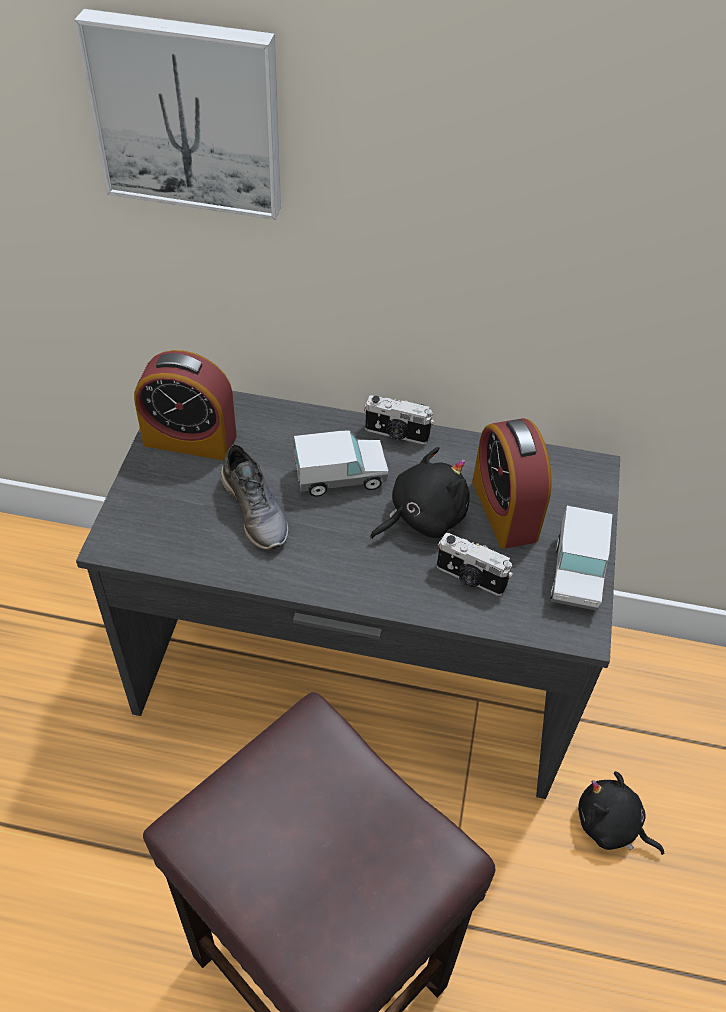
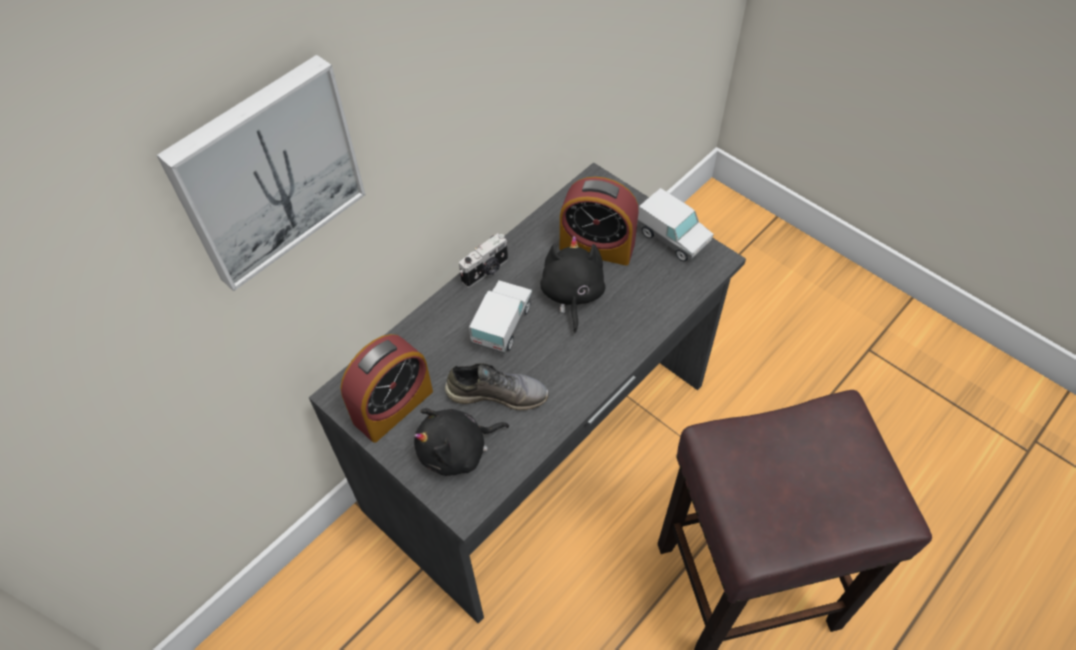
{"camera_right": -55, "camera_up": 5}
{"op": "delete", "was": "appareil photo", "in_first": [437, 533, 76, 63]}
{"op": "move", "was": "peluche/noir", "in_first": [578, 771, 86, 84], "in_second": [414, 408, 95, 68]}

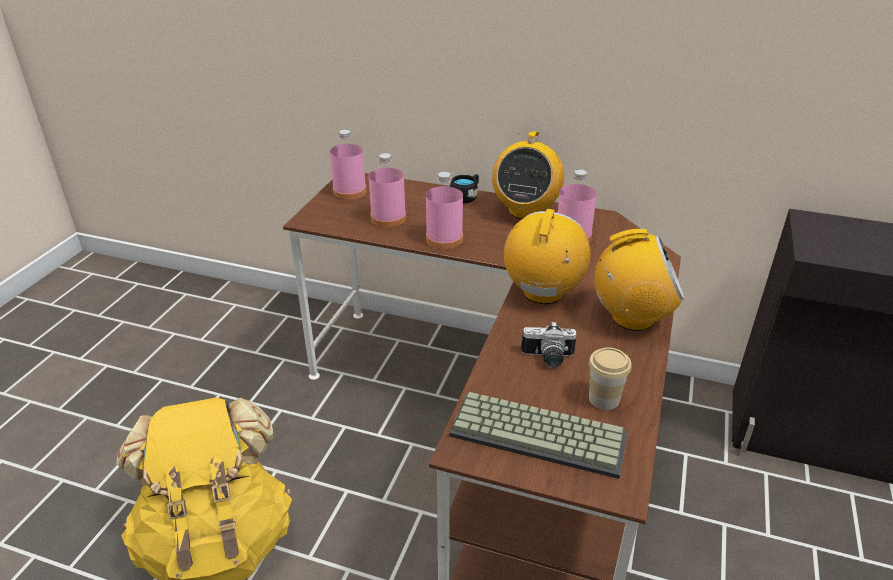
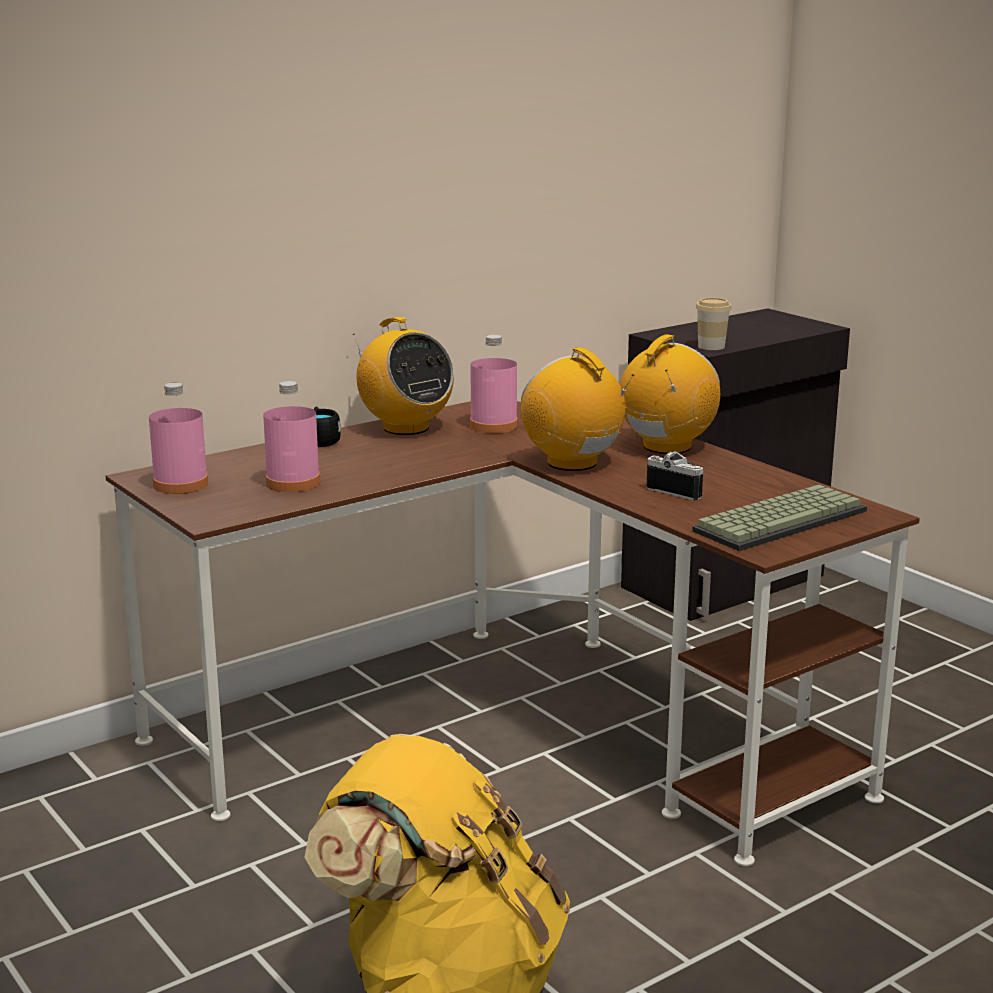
{"camera_right": -55, "camera_up": -15}
{"op": "delete", "was": "bouteille/rose", "in_first": [426, 172, 37, 77]}
{"op": "rotate", "was": "appareil photo", "in_first": [521, 322, 55, 46], "in_second": [647, 451, 57, 49], "clockwise": -90}
{"op": "move", "was": "tasse", "in_first": [589, 348, 42, 62], "in_second": [696, 298, 35, 52]}

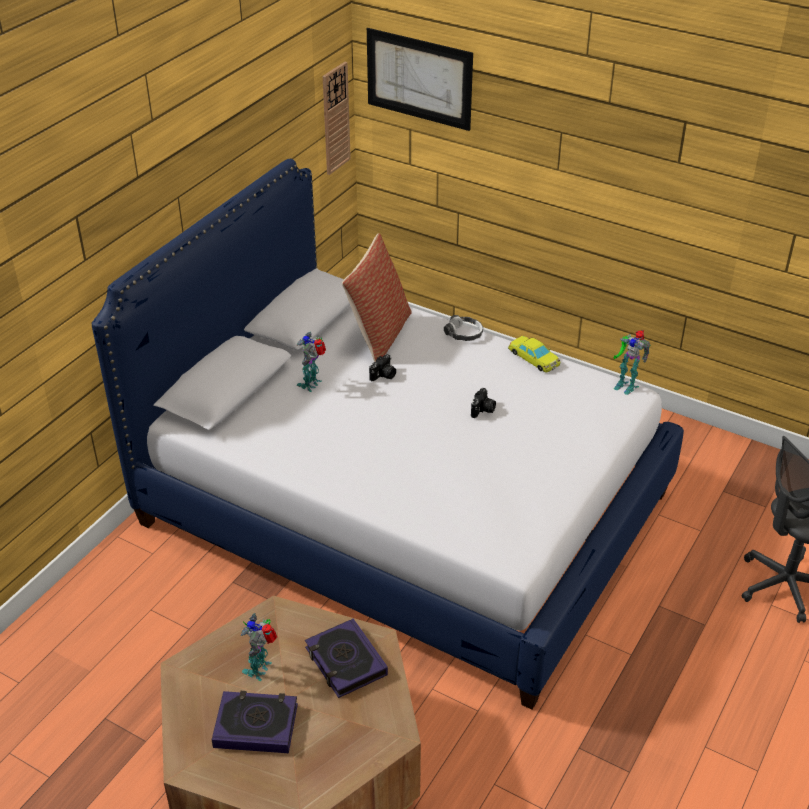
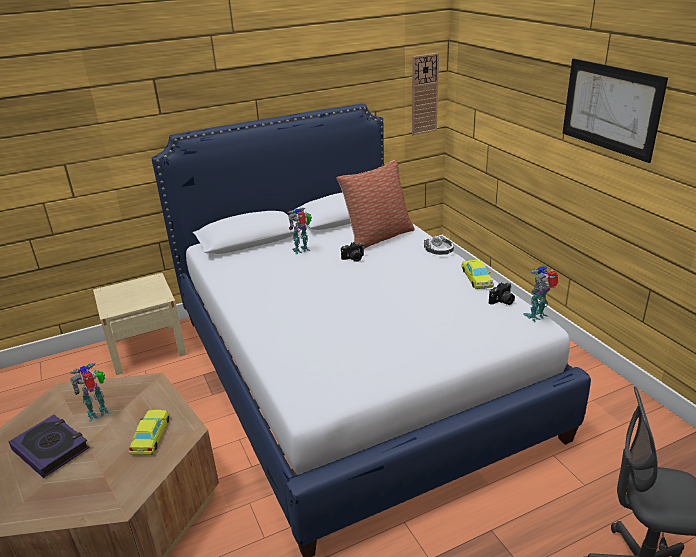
{"camera_right": 35, "camera_up": -10}
{"op": "move", "was": "tableau", "in_first": [367, 28, 106, 103], "in_second": [563, 58, 105, 105]}
{"op": "rotate", "was": "robot jouet", "in_first": [613, 330, 38, 65], "in_second": [523, 265, 35, 57], "clockwise": 75}
{"op": "move", "was": "appareil photo", "in_first": [471, 388, 25, 30], "in_second": [489, 283, 26, 22]}
{"op": "replace", "was": "livre", "now": "petite voiture/jaune", "in_first": [305, 619, 83, 79], "in_second": [129, 410, 41, 45]}
{"op": "insert", "now": "table de chevet/beige", "in_second": [93, 273, 94, 102]}

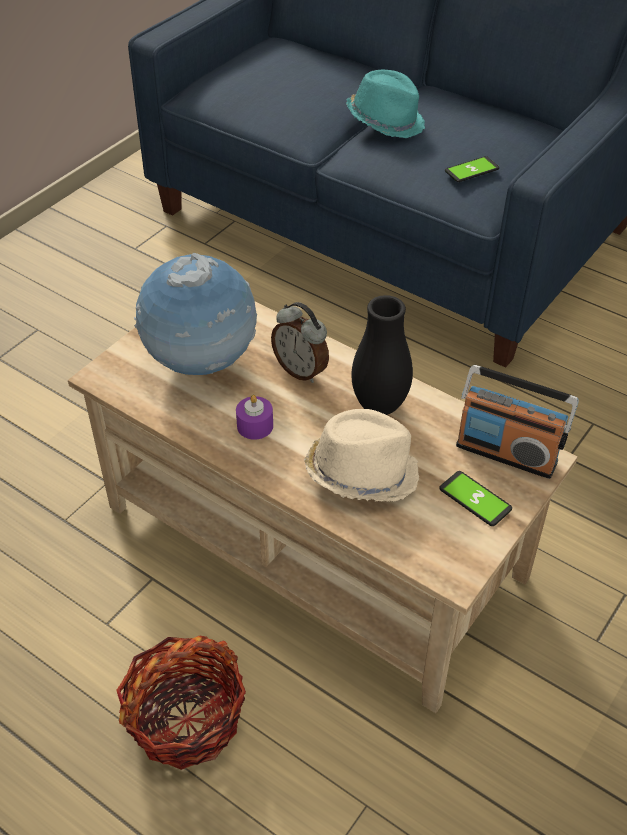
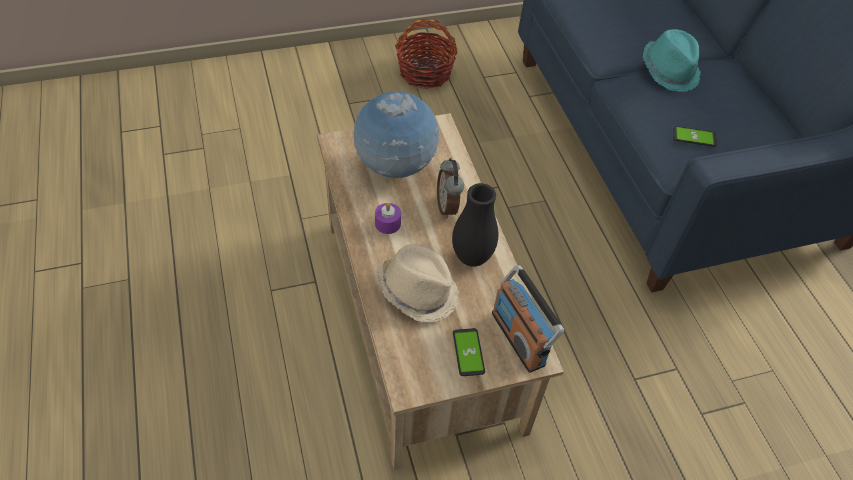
{"camera_right": 35, "camera_up": 5}
{"op": "move", "was": "panier", "in_first": [116, 636, 130, 134], "in_second": [395, 19, 63, 70]}

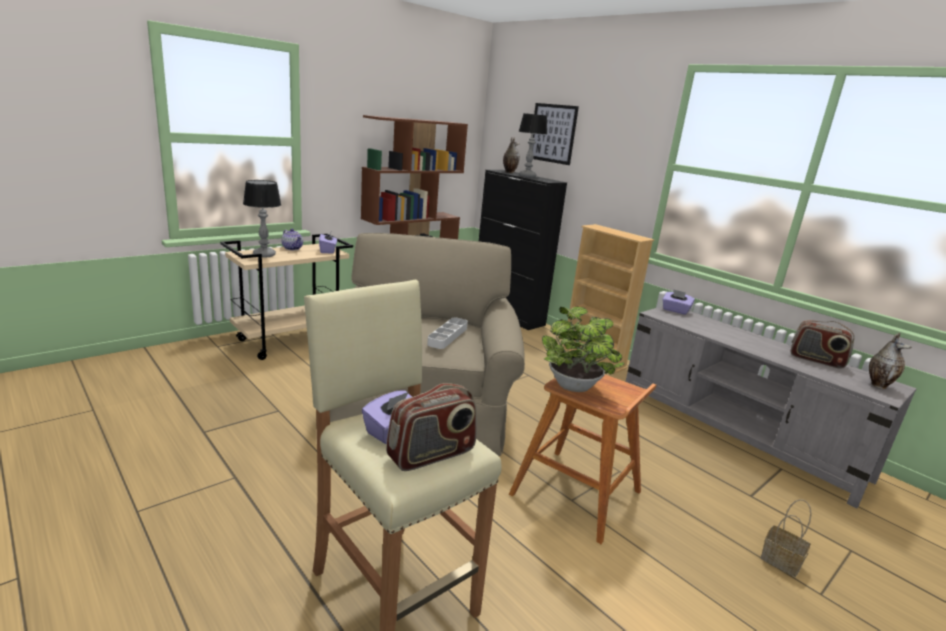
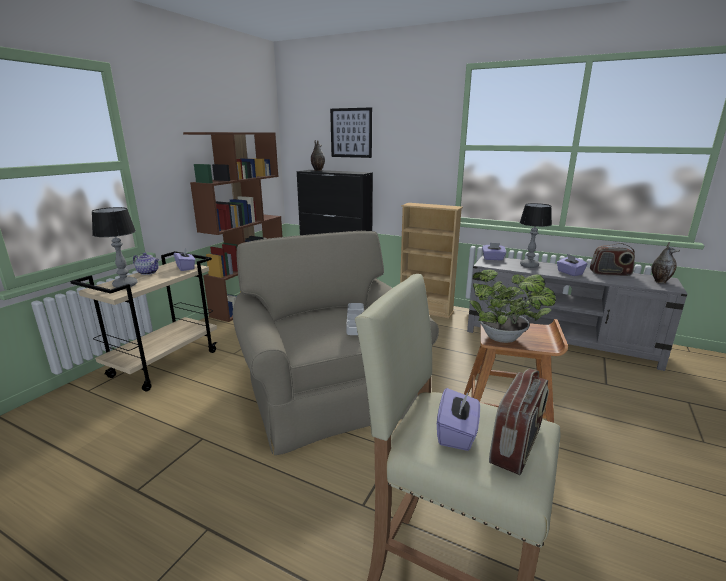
{"camera_right": -20, "camera_up": 0}
{"op": "move", "was": "lampe de table", "in_first": [518, 113, 29, 64], "in_second": [519, 203, 33, 65]}
{"op": "delete", "was": "panier", "in_first": [760, 499, 52, 78]}
{"op": "insert", "now": "boîte à mouchoirs/violet", "in_second": [557, 254, 30, 22]}

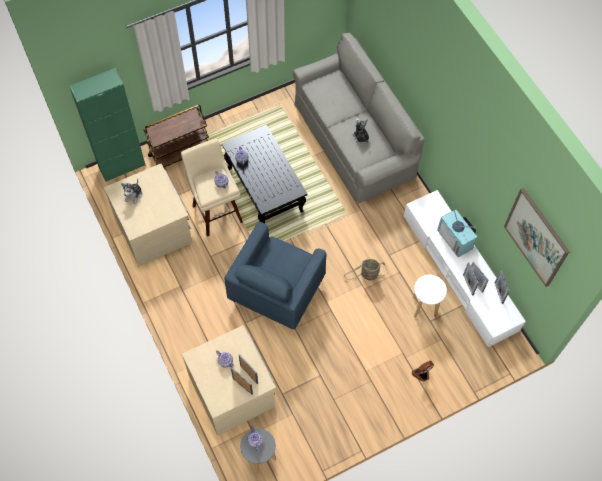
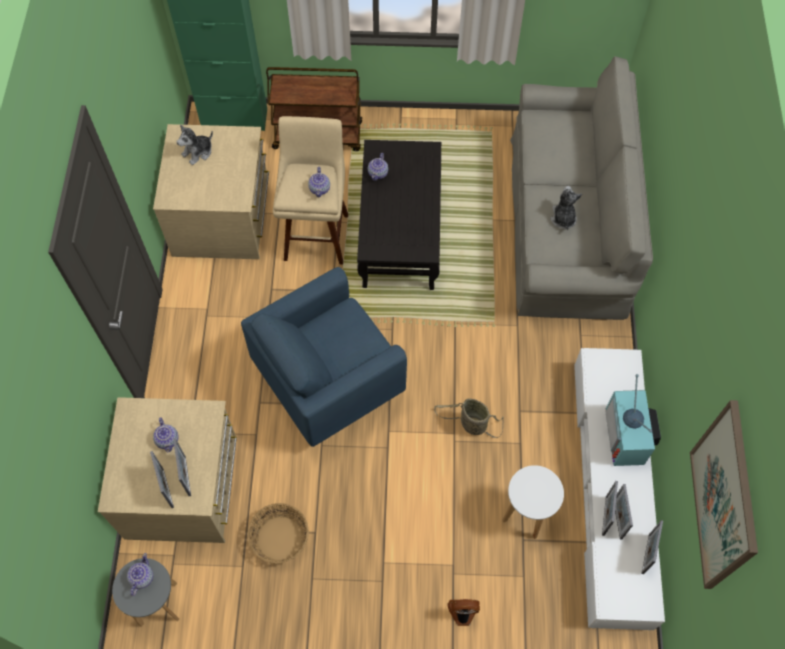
{"camera_right": 30, "camera_up": 0}
{"op": "insert", "now": "panier", "in_second": [247, 503, 62, 61]}

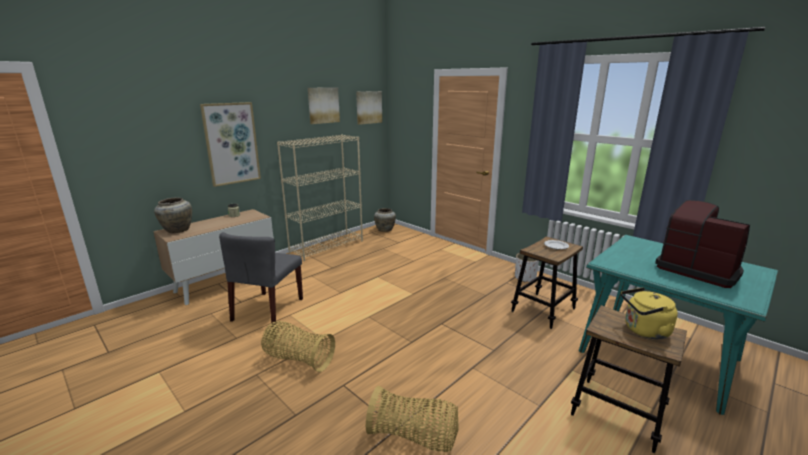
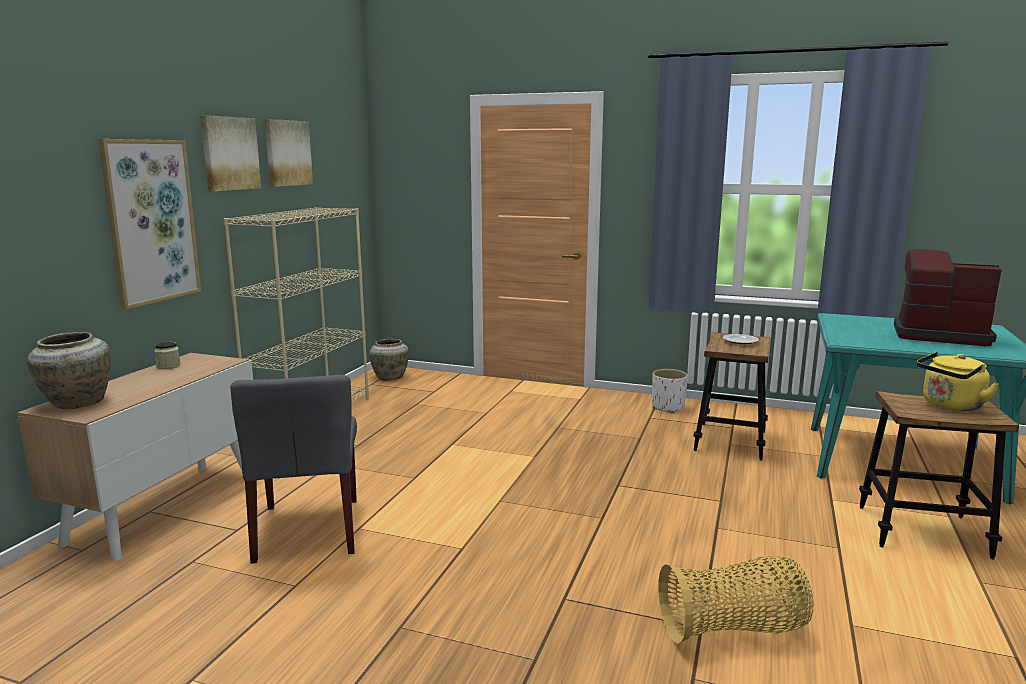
{"camera_right": -25, "camera_up": -5}
{"op": "move", "was": "tableau", "in_first": [356, 91, 26, 34], "in_second": [200, 115, 61, 76]}
{"op": "delete", "was": "panier", "in_first": [261, 321, 74, 51]}

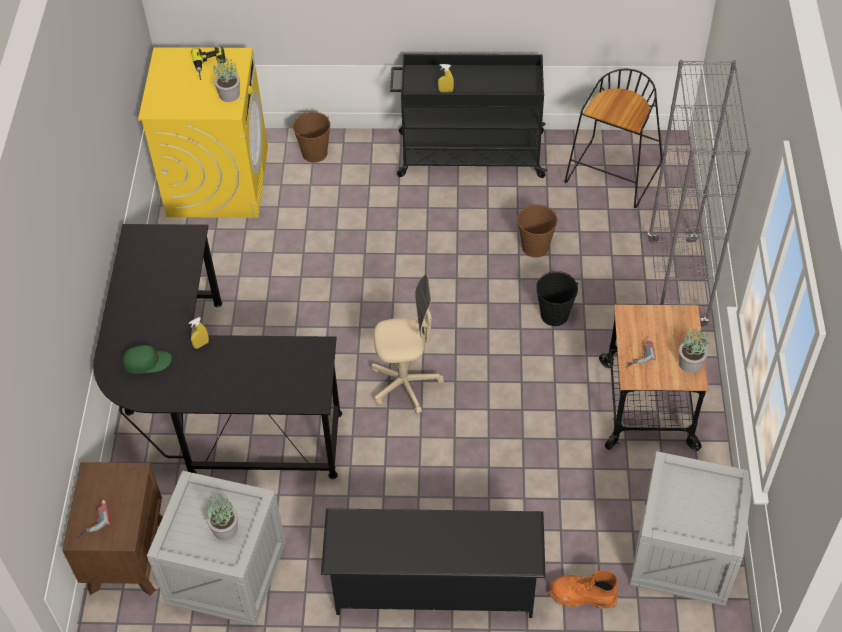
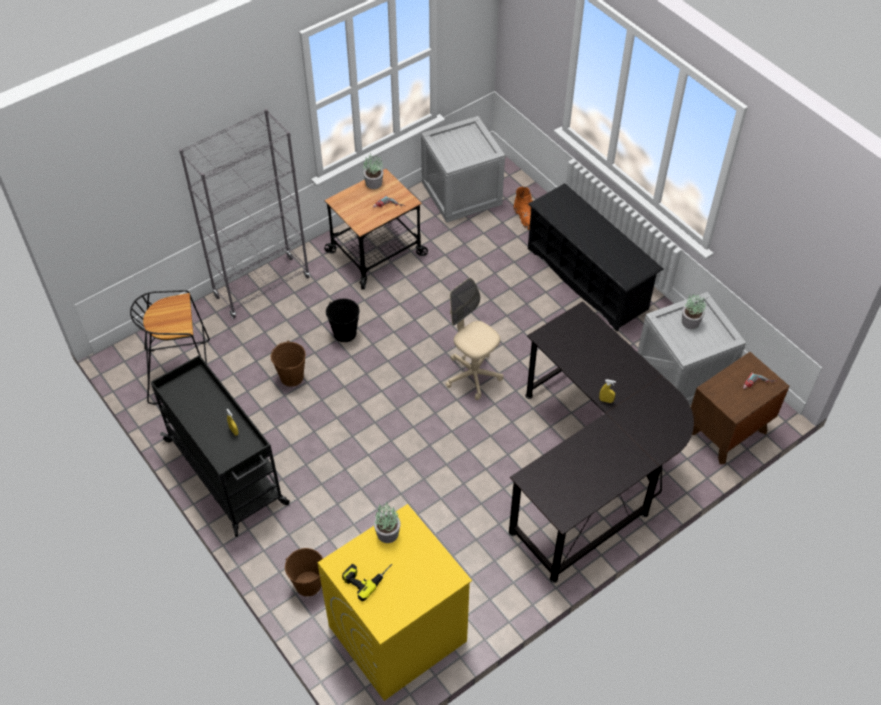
{"camera_right": -130, "camera_up": 0}
{"op": "delete", "was": "casquette/vert", "in_first": [123, 345, 49, 29]}

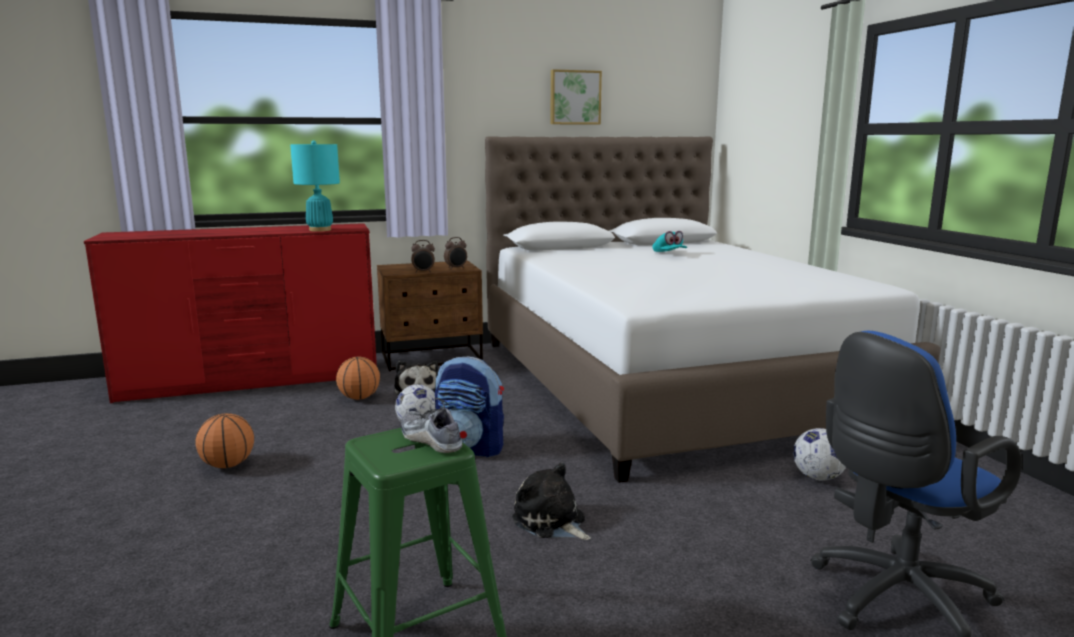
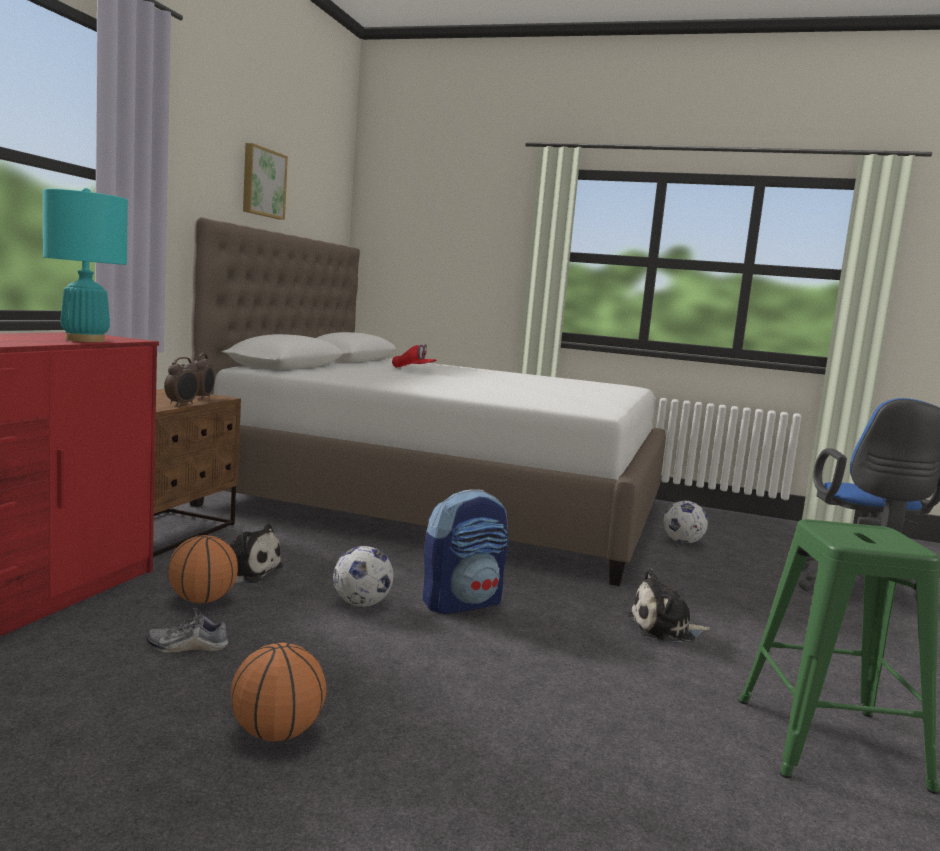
{"camera_right": -55, "camera_up": -5}
{"op": "recolor", "was": "casquette/turquoise", "now": "casquette/rouge", "in_first": [653, 231, 34, 21], "in_second": [392, 344, 44, 24]}
{"op": "move", "was": "chaussure", "in_first": [401, 398, 61, 55], "in_second": [146, 608, 82, 45]}

